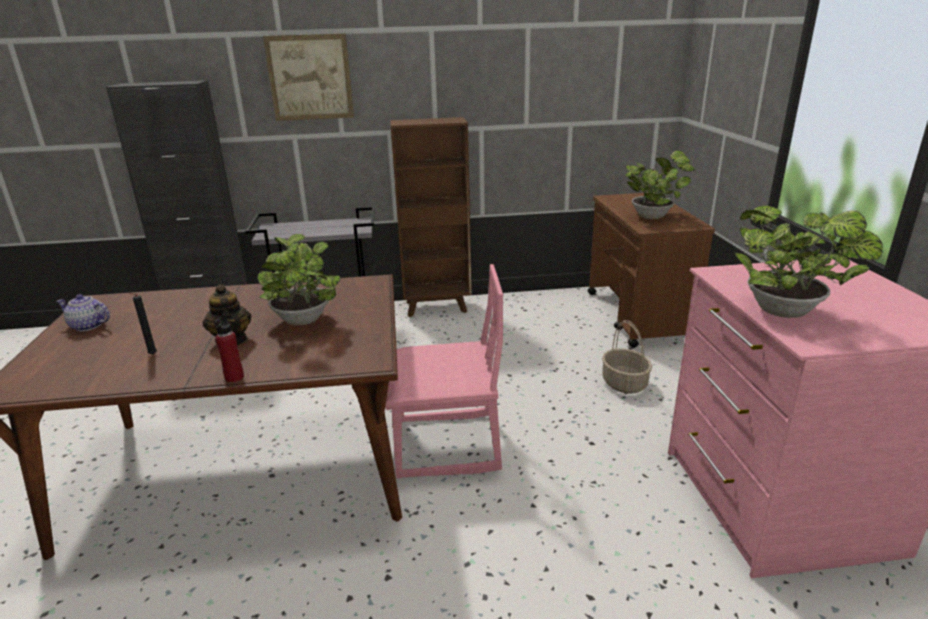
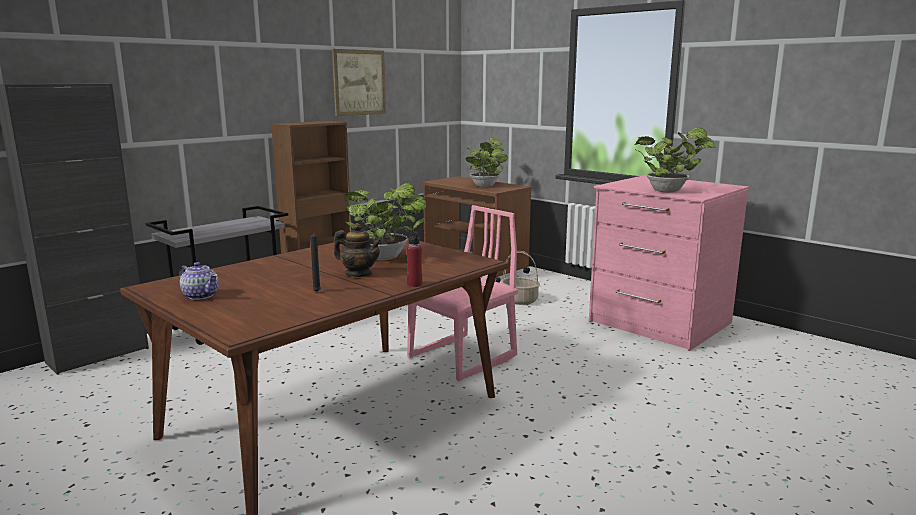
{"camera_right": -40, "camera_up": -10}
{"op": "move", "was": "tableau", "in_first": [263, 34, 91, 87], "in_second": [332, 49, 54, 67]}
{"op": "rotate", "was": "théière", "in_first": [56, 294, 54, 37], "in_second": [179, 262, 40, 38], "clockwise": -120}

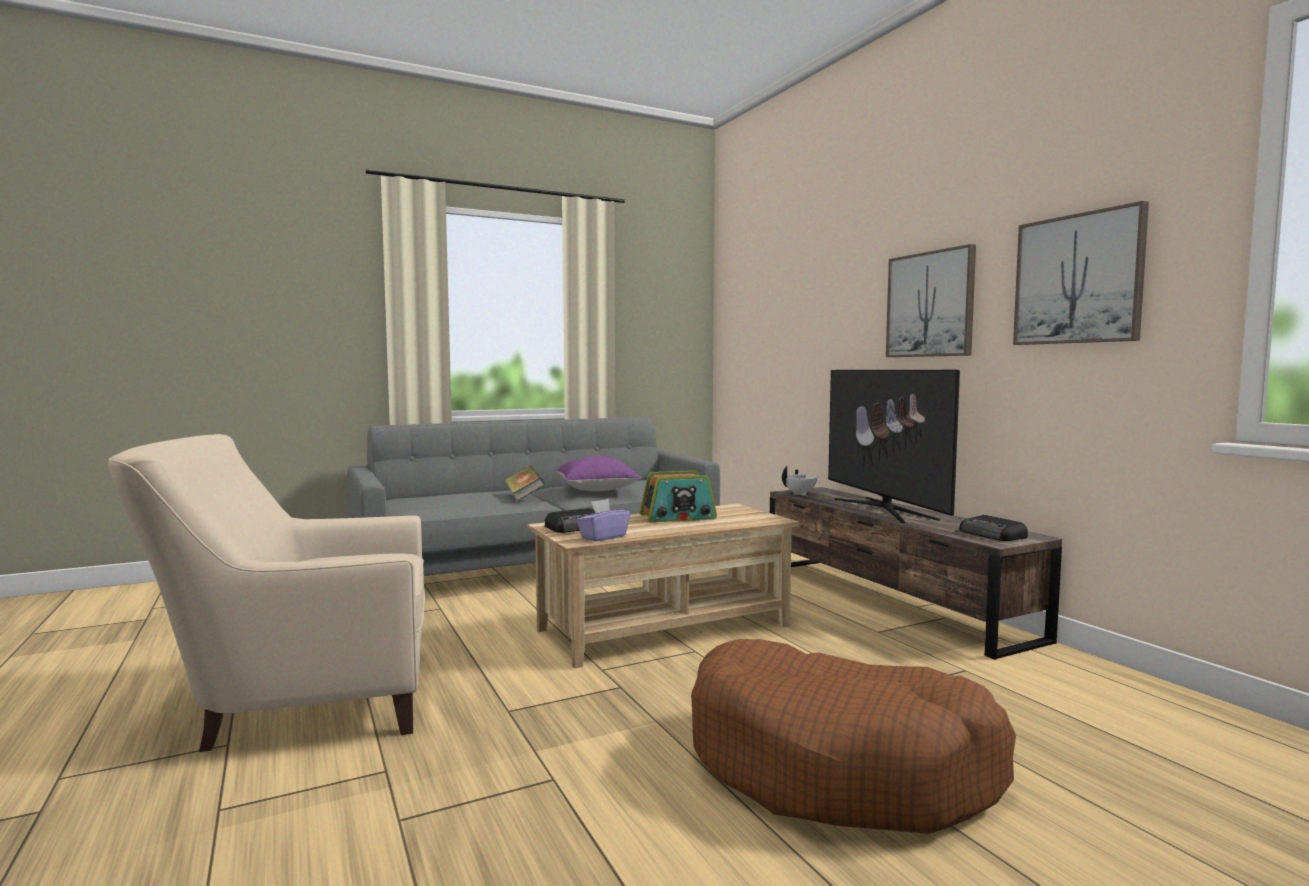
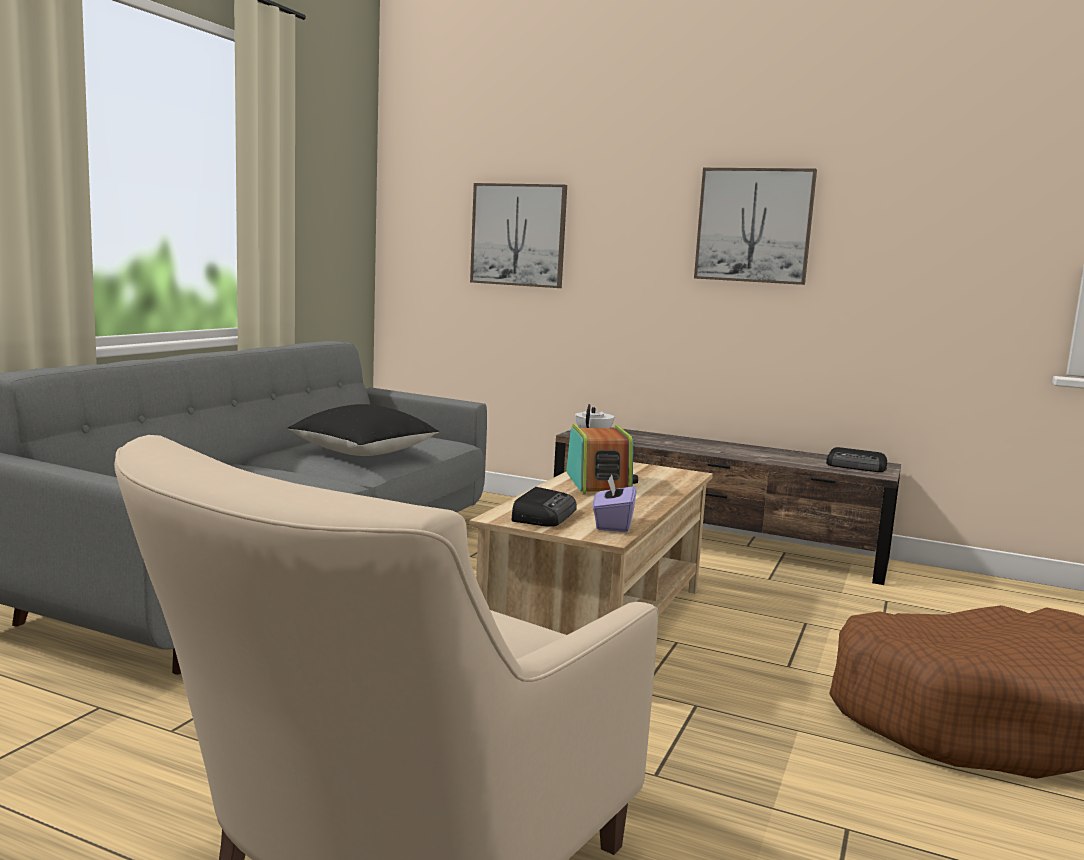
{"camera_right": -40, "camera_up": 5}
{"op": "move", "was": "tableau", "in_first": [1013, 201, 136, 144], "in_second": [470, 183, 97, 105]}
{"op": "delete", "was": "téléviseur", "in_first": [828, 370, 132, 153]}
{"op": "recolor", "was": "coussin/violet", "now": "coussin/noir", "in_first": [556, 456, 85, 35], "in_second": [287, 404, 152, 52]}
{"op": "delete", "was": "livre", "in_first": [505, 466, 40, 35]}
{"op": "rotate", "was": "radio", "in_first": [640, 471, 77, 52], "in_second": [566, 424, 72, 70], "clockwise": -45}

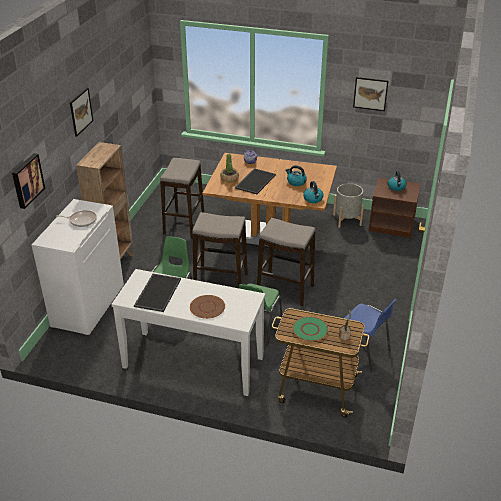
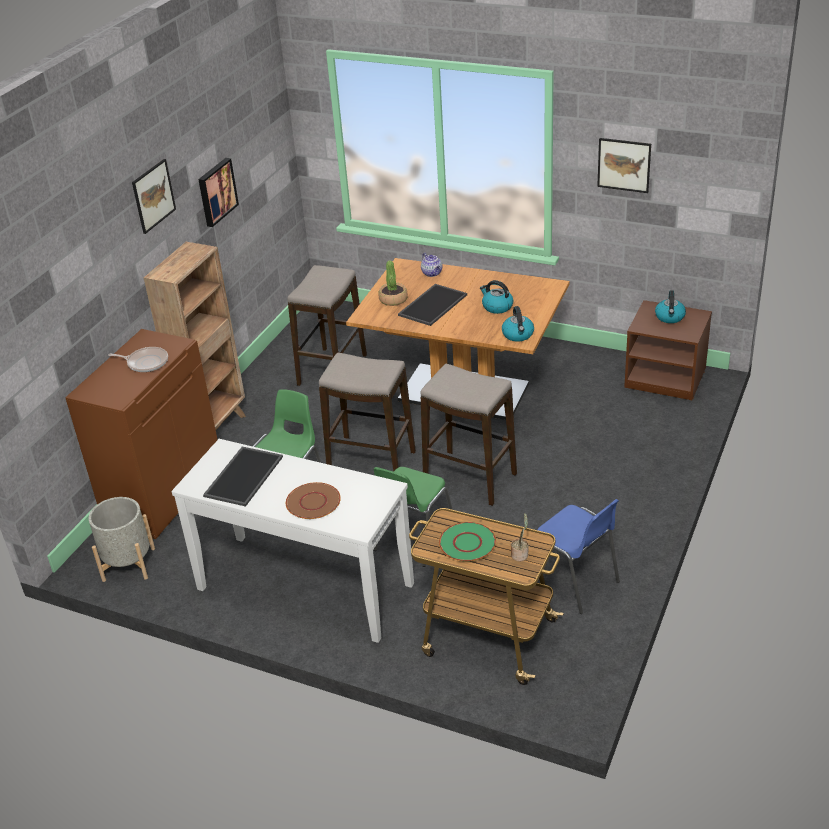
{"camera_right": 10, "camera_up": 0}
{"op": "move", "was": "tableau", "in_first": [12, 153, 33, 56], "in_second": [198, 158, 41, 69]}
{"op": "move", "was": "cache-pot/gris", "in_first": [333, 183, 31, 45], "in_second": [88, 497, 67, 85]}
{"op": "recolor", "was": "meuble de rangement/blanc", "now": "meuble de rangement/marron", "in_first": [32, 199, 92, 137], "in_second": [65, 329, 153, 210]}

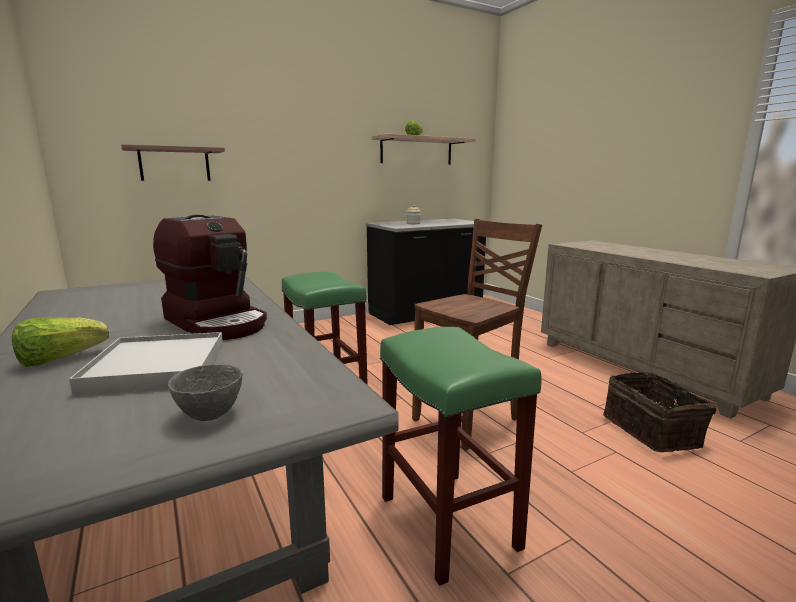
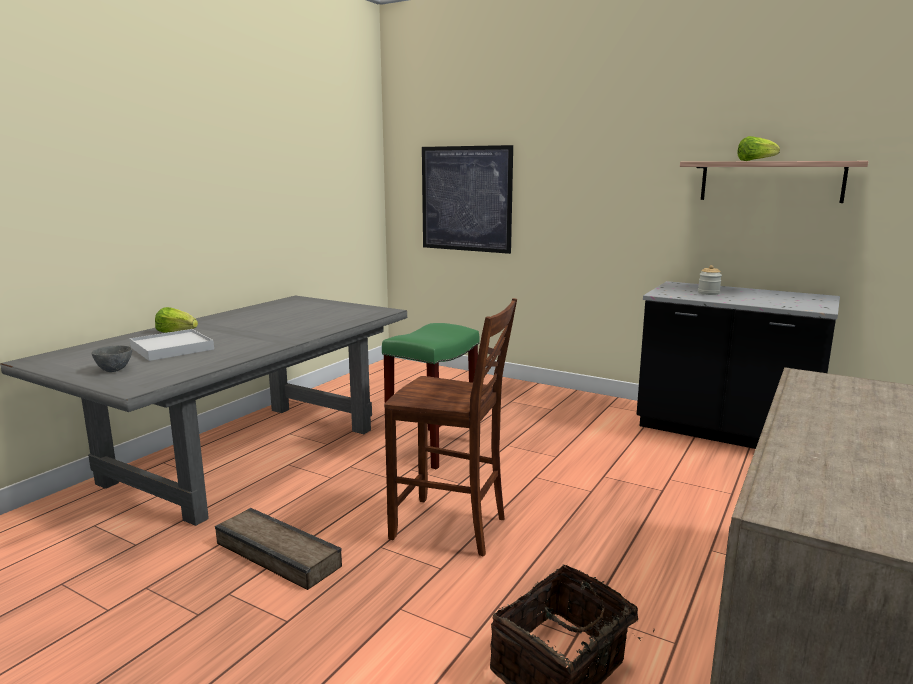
{"camera_right": 60, "camera_up": 0}
{"op": "replace", "was": "étagère", "now": "tableau", "in_first": [121, 144, 104, 37], "in_second": [422, 145, 91, 109]}
{"op": "delete", "was": "machine à café", "in_first": [153, 215, 114, 125]}
{"op": "replace", "was": "tabouret/vert", "now": "caisse", "in_first": [380, 327, 162, 259], "in_second": [215, 508, 127, 82]}

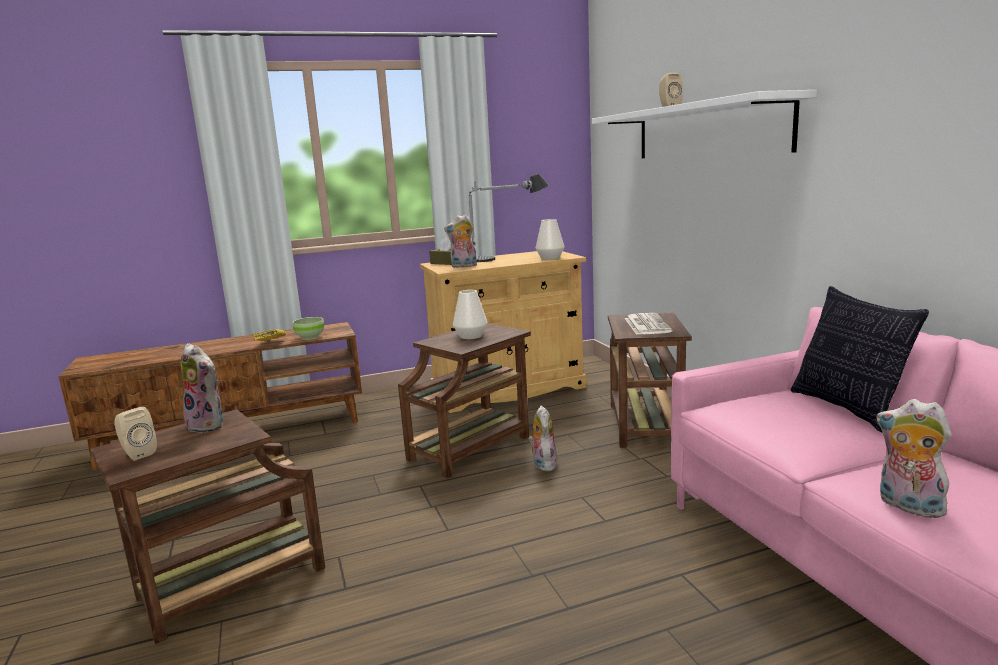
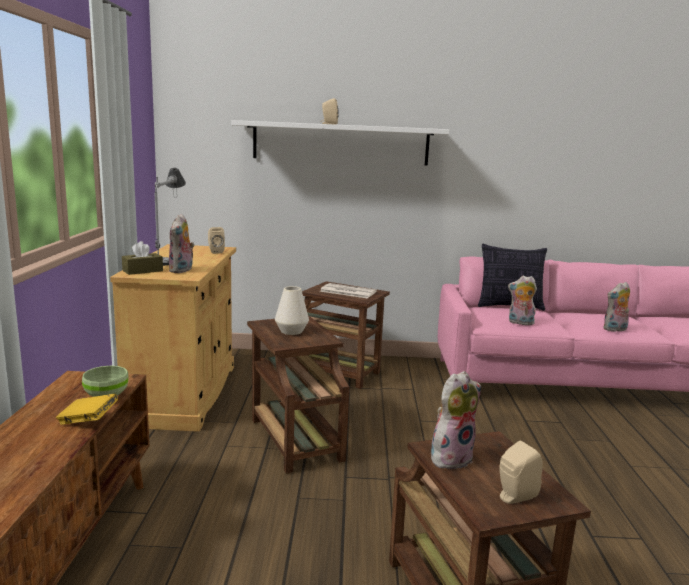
{"camera_right": -70, "camera_up": 0}
{"op": "replace", "was": "vase/blanc", "now": "enceinte/beige", "in_first": [536, 219, 28, 41], "in_second": [208, 227, 17, 27]}
{"op": "move", "was": "peluche", "in_first": [528, 405, 30, 66], "in_second": [508, 276, 29, 49]}

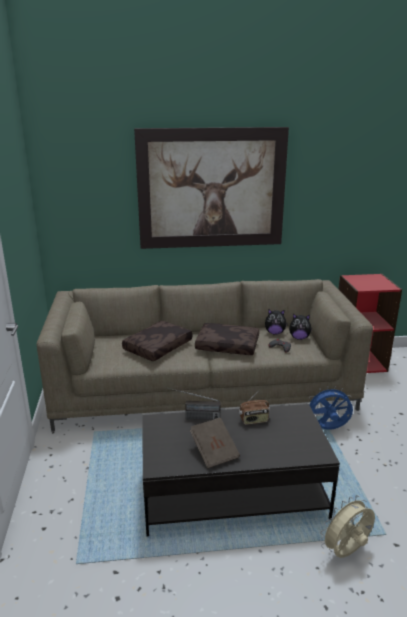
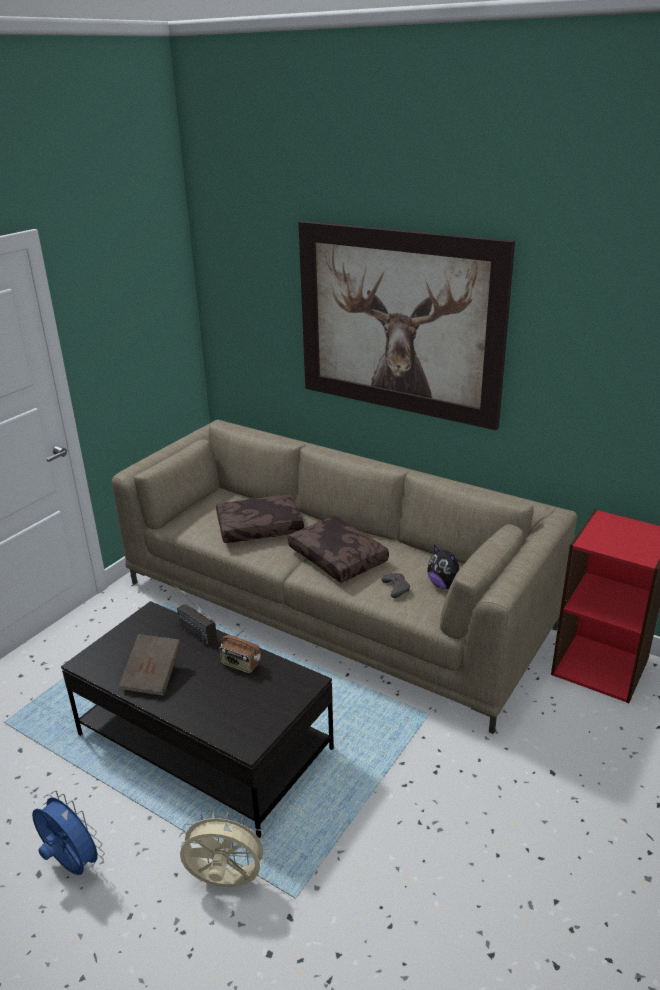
{"camera_right": 40, "camera_up": 5}
{"op": "delete", "was": "peluche", "in_first": [265, 309, 23, 26]}
{"op": "move", "was": "ventilateur/bleu", "in_first": [306, 386, 47, 44], "in_second": [32, 790, 73, 85]}

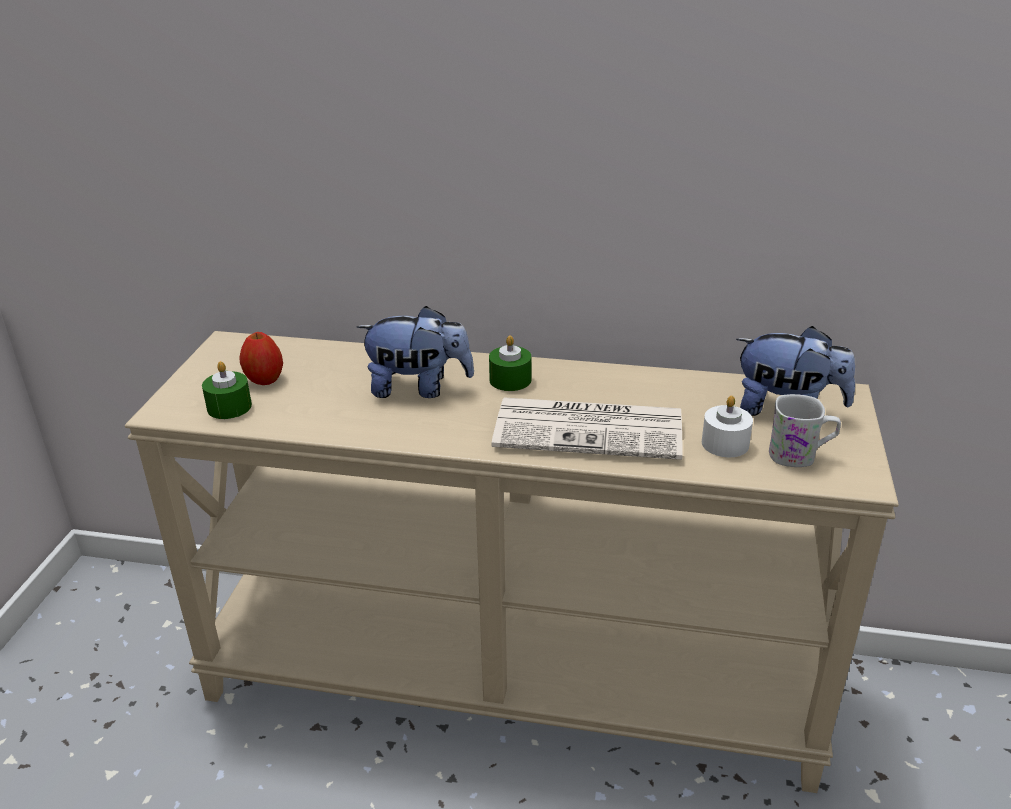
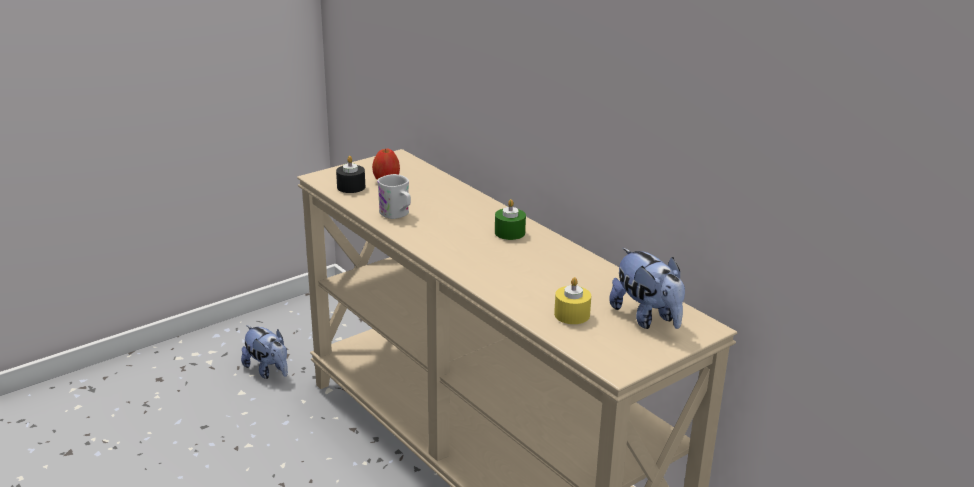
{"camera_right": 40, "camera_up": -5}
{"op": "move", "was": "peluche", "in_first": [357, 306, 117, 92], "in_second": [241, 325, 47, 54]}
{"op": "recolor", "was": "bougie/vert", "now": "bougie/noir", "in_first": [202, 361, 50, 58], "in_second": [336, 156, 29, 37]}
{"op": "move", "was": "mug/blanc", "in_first": [769, 394, 72, 73], "in_second": [377, 174, 34, 45]}
{"op": "recolor", "was": "bougie/blanc", "now": "bougie/jaune", "in_first": [702, 396, 51, 61], "in_second": [554, 277, 37, 47]}
{"op": "delete", "was": "journal", "in_first": [492, 398, 191, 62]}

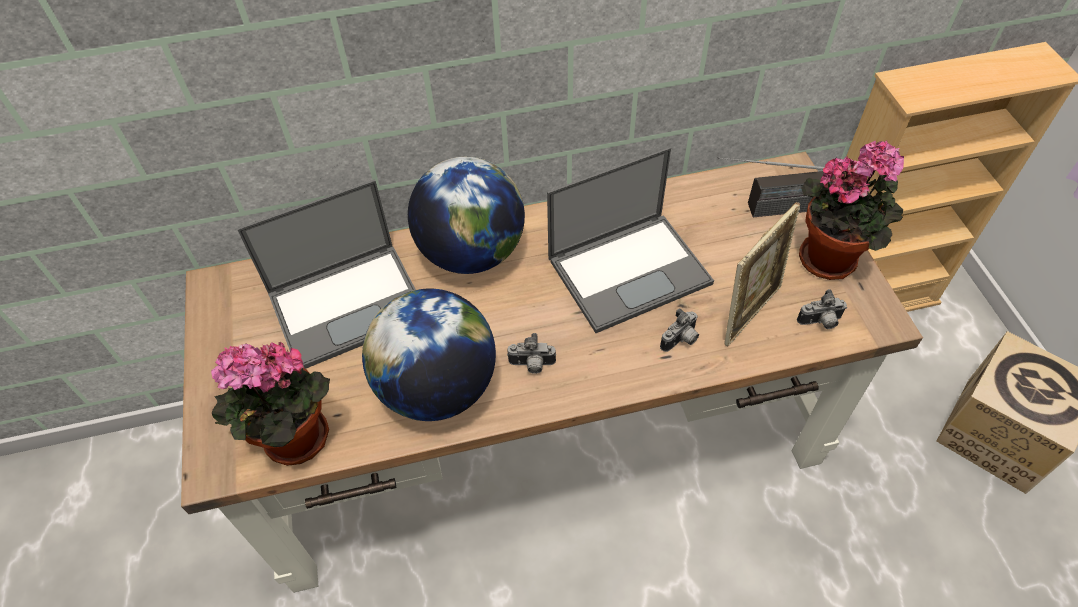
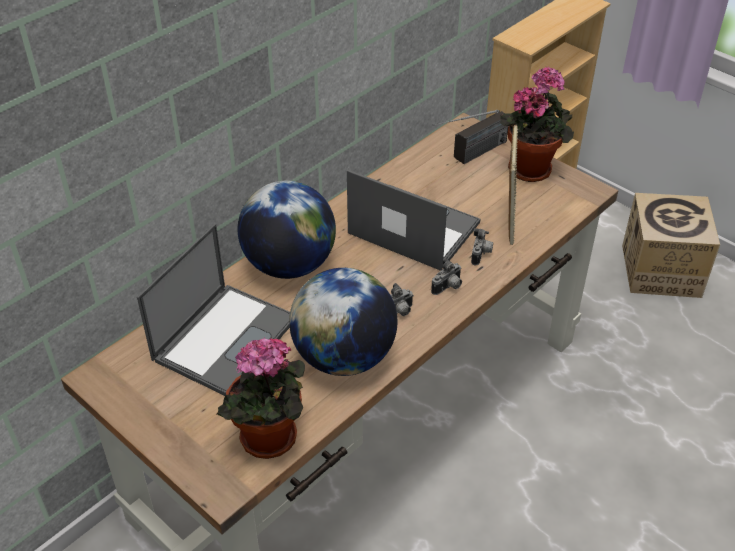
{"camera_right": -35, "camera_up": -10}
{"op": "rotate", "was": "ordinateur portable", "in_first": [547, 147, 167, 186], "in_second": [347, 169, 133, 102], "clockwise": -90}
{"op": "move", "was": "appareil photo", "in_first": [797, 289, 50, 40], "in_second": [431, 258, 31, 37]}

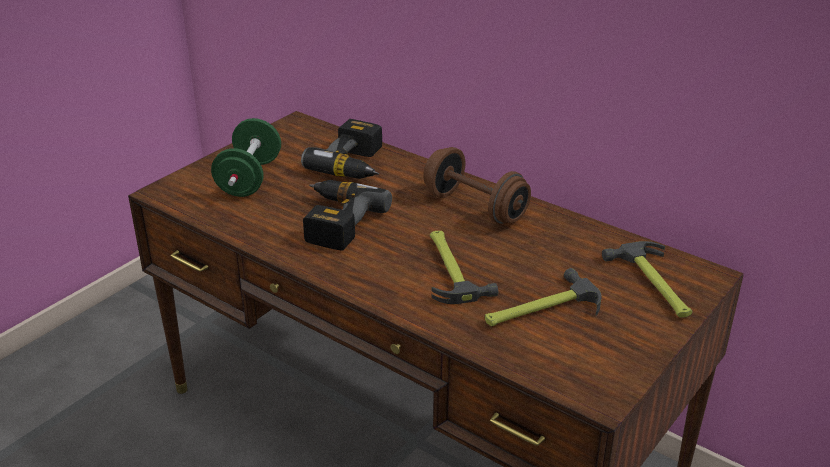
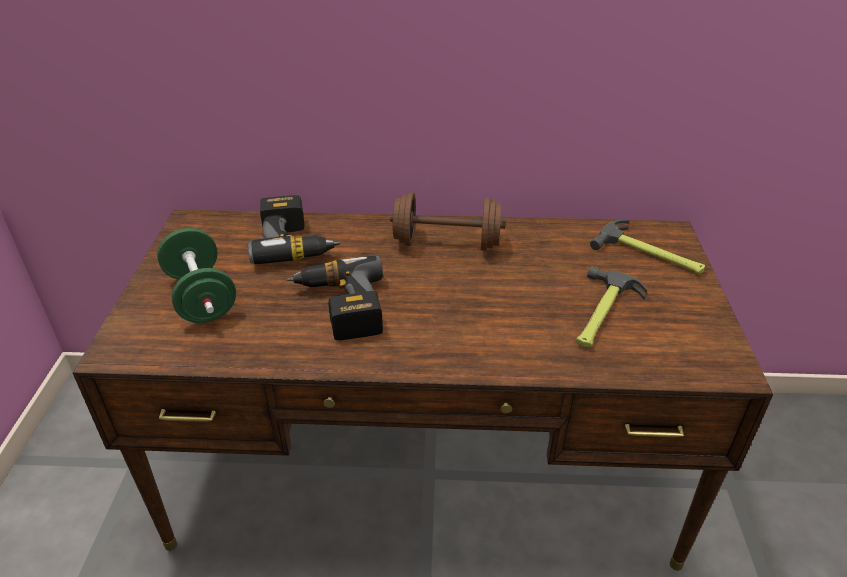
{"camera_right": -35, "camera_up": 5}
{"op": "delete", "was": "marteau", "in_first": [430, 231, 68, 73]}

